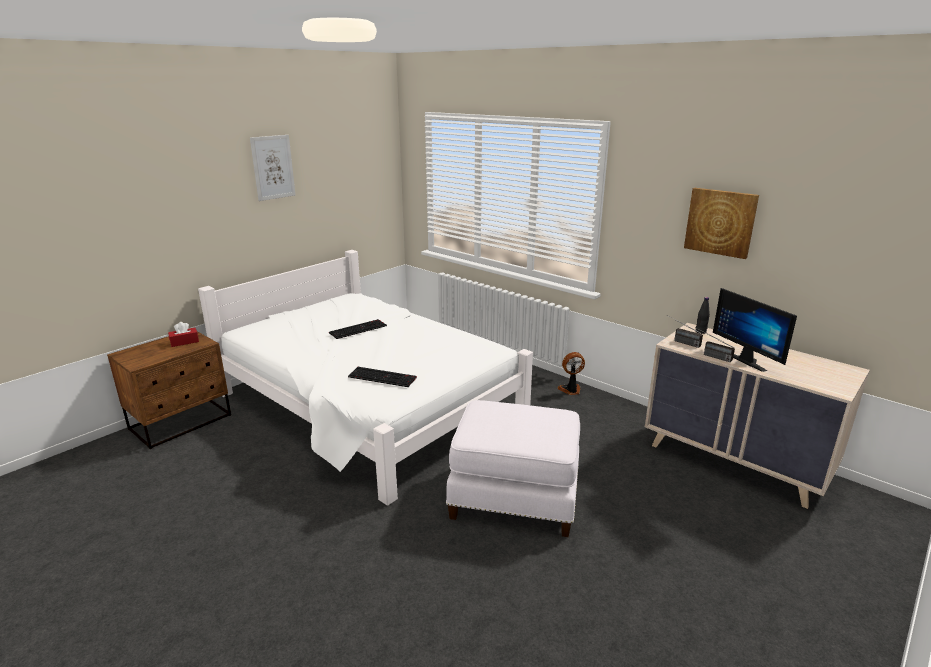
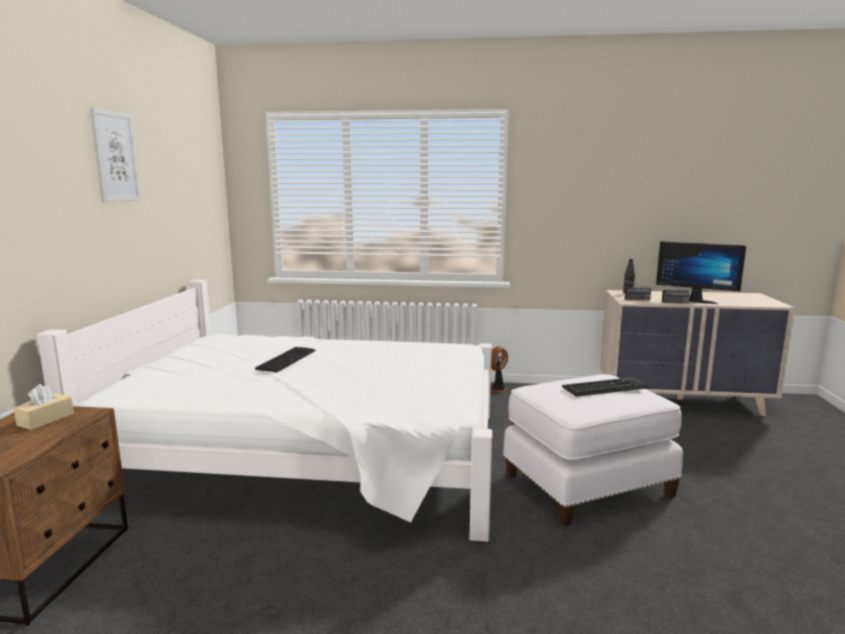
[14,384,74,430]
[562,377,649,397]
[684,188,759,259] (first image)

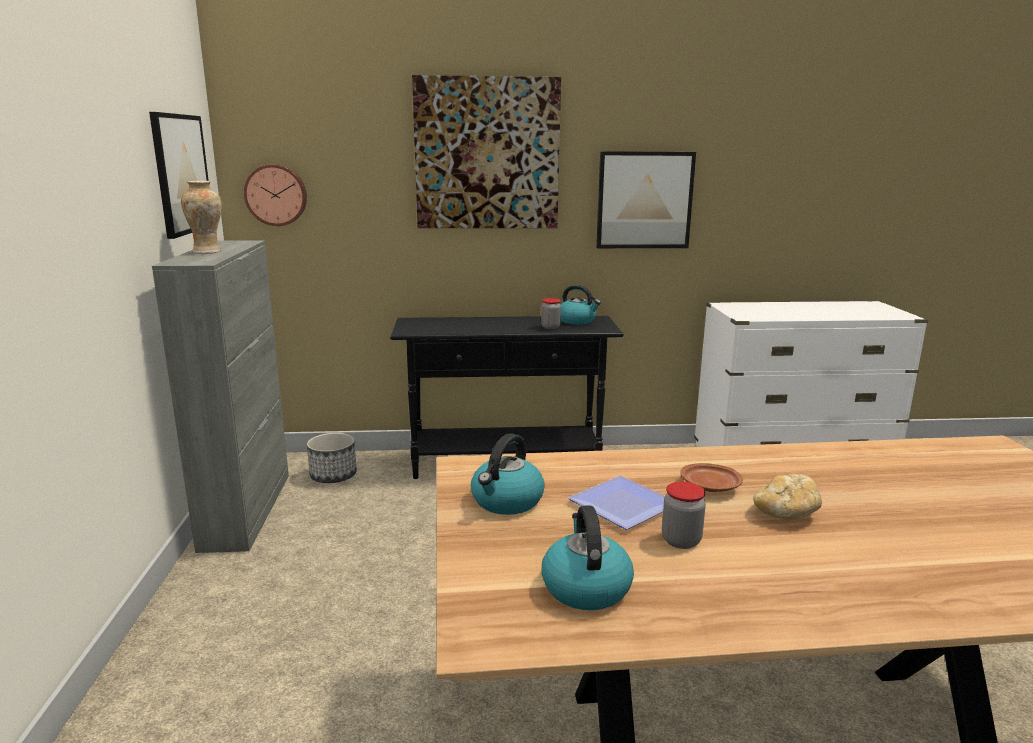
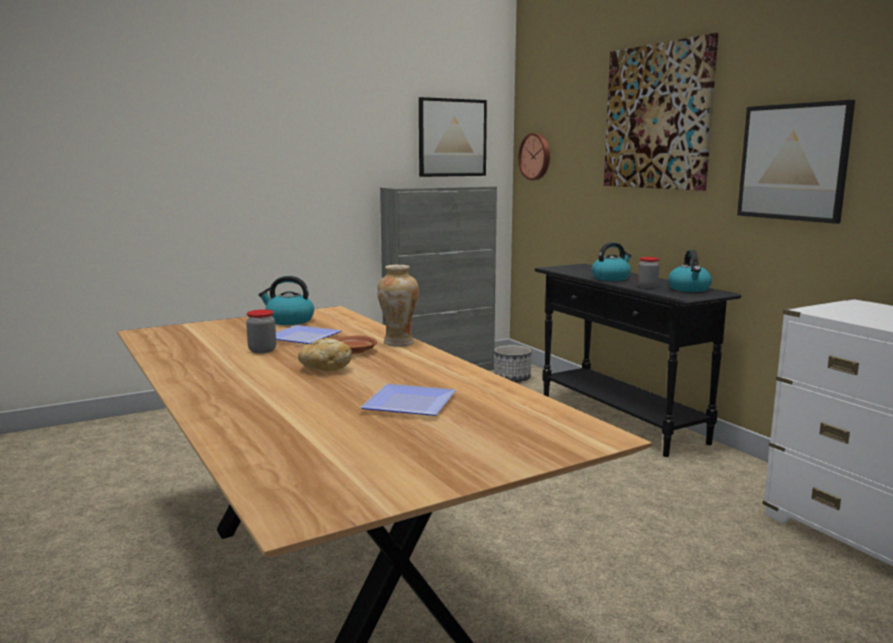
[377,265,419,346]
[592,242,631,281]
[360,384,456,416]

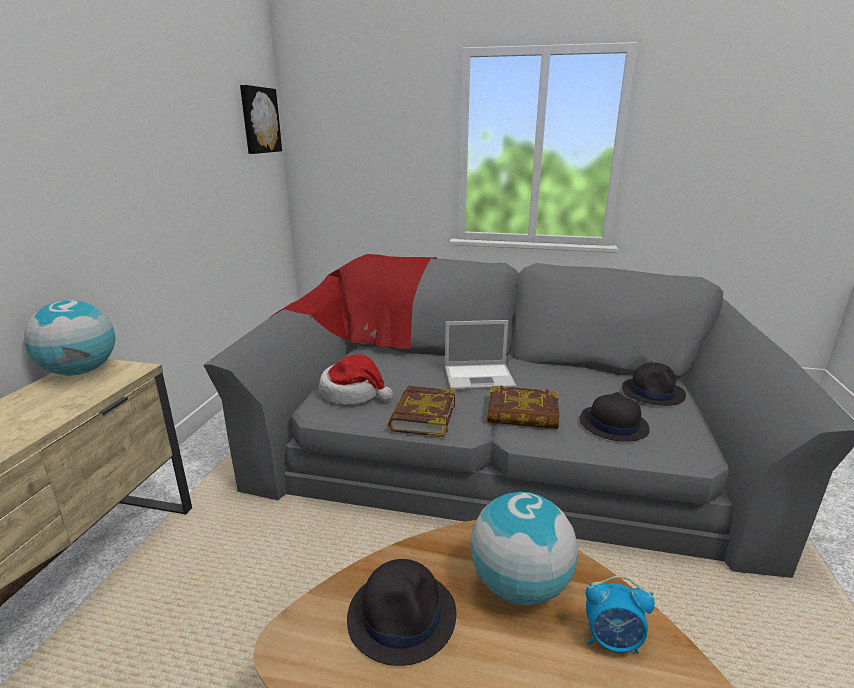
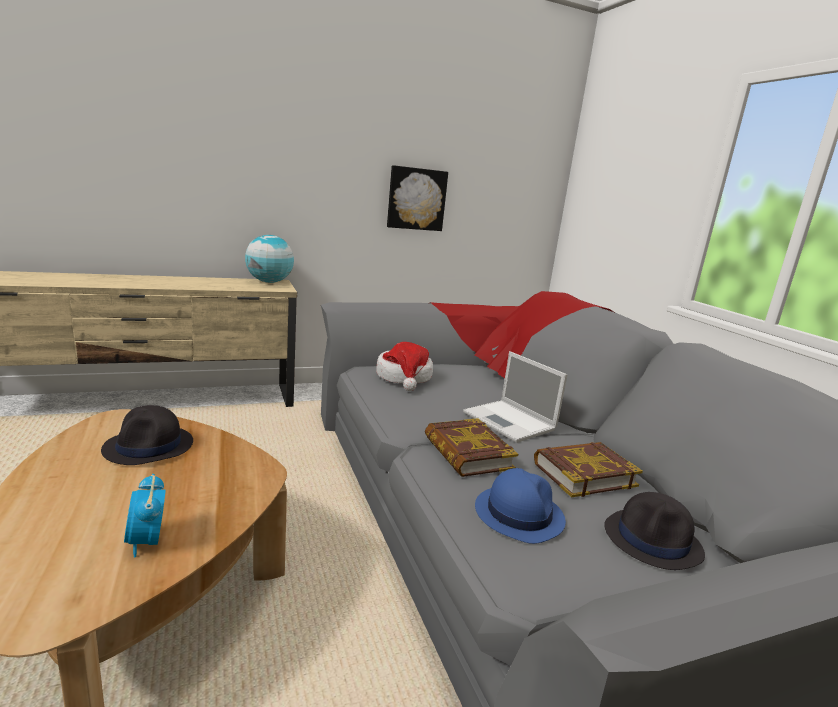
[387,165,448,231]
[534,442,643,497]
[471,492,578,606] (first image)
[475,468,566,544]

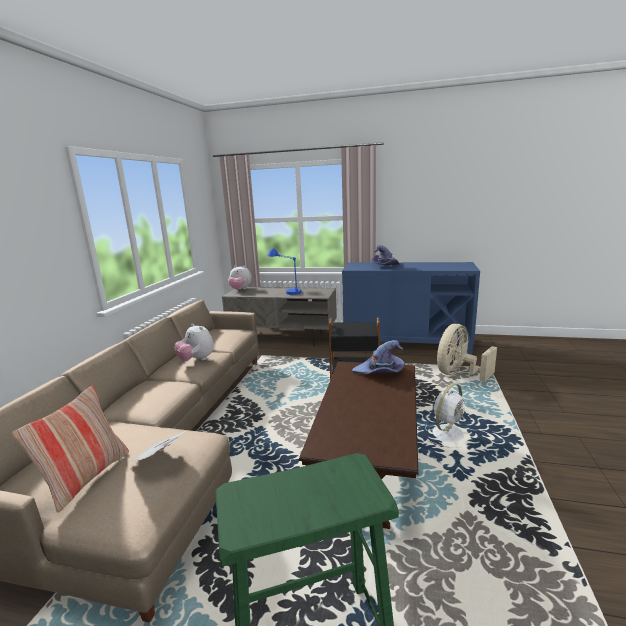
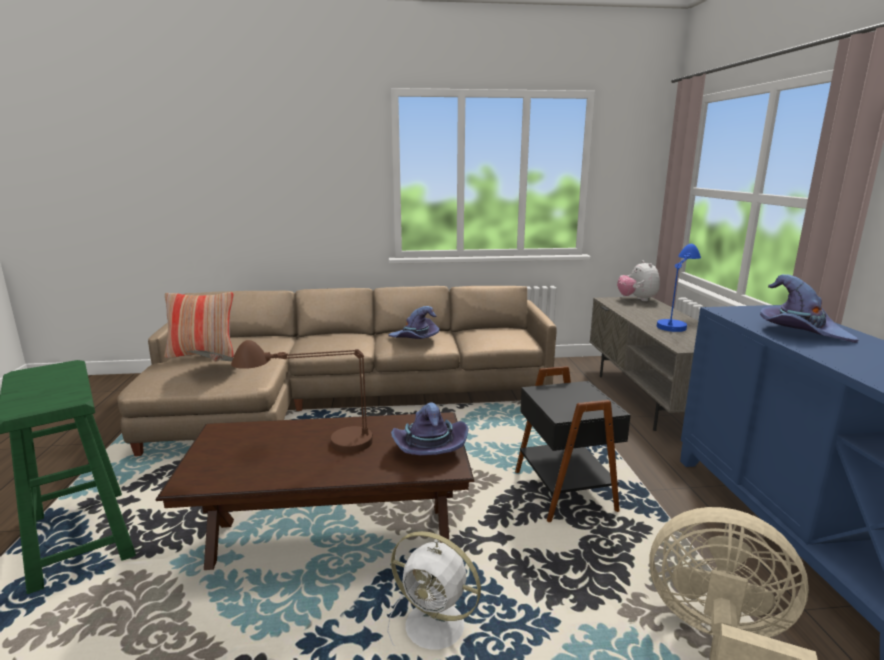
[388,306,440,339]
[231,340,373,453]

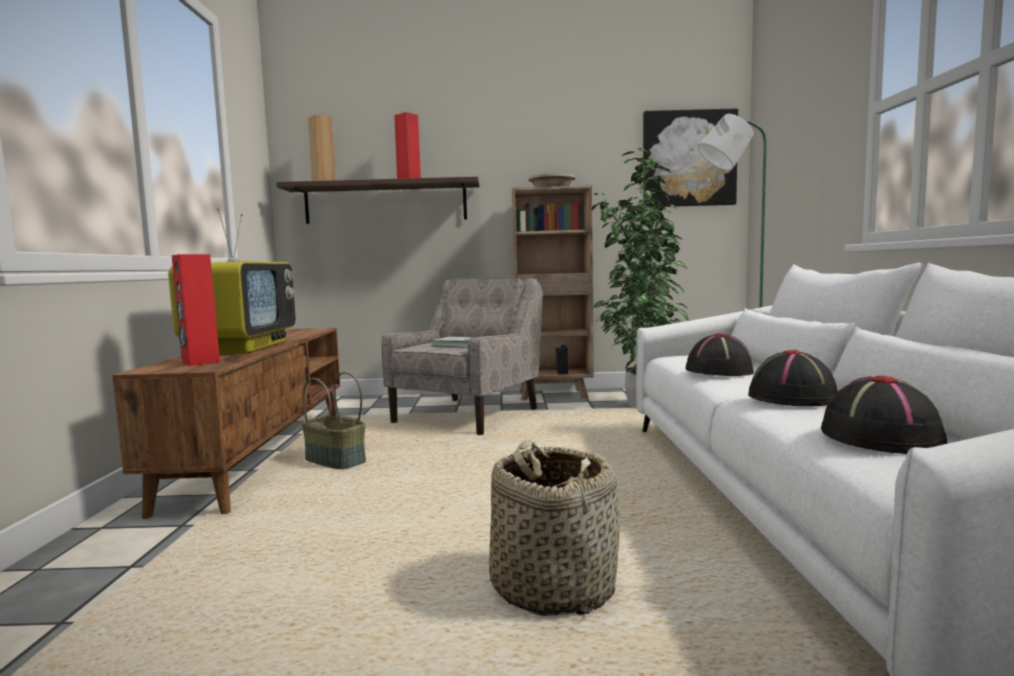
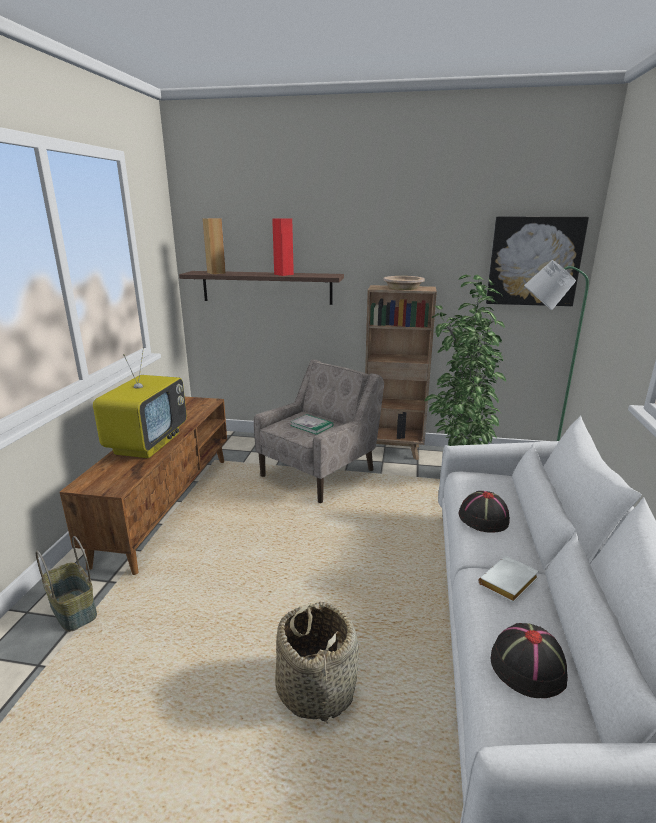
[172,254,220,366] (first image)
[36,536,97,632]
[479,556,539,602]

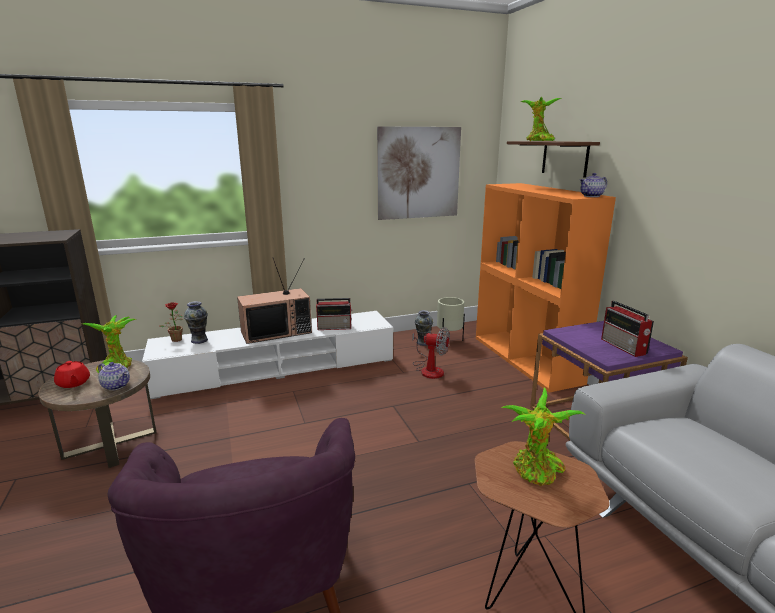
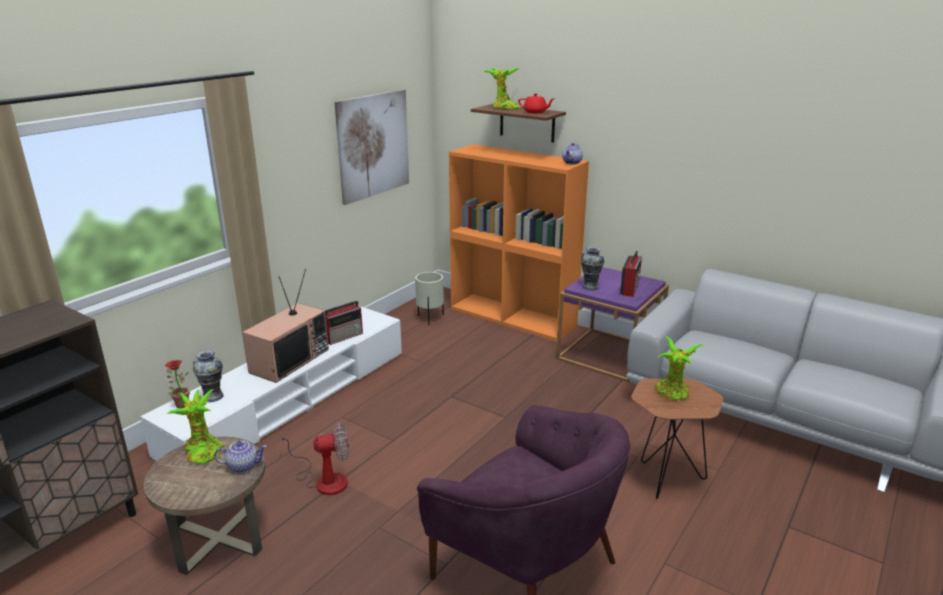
[518,93,555,114]
[280,422,349,495]
[580,247,604,290]
[620,251,642,297]

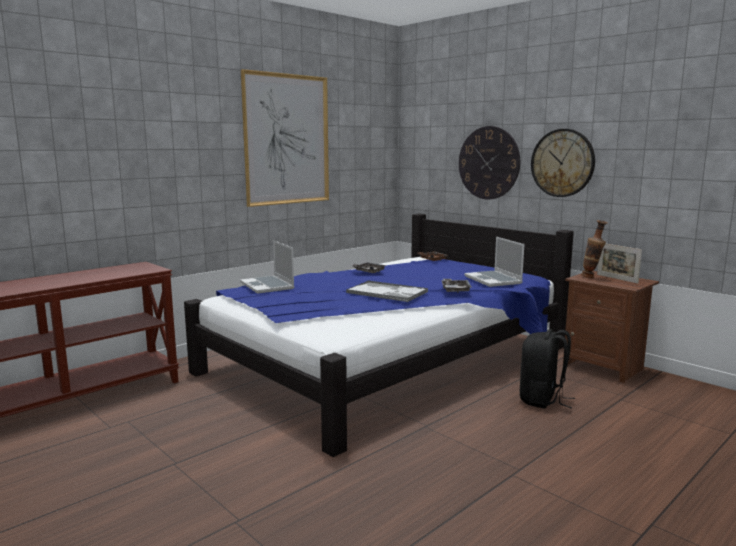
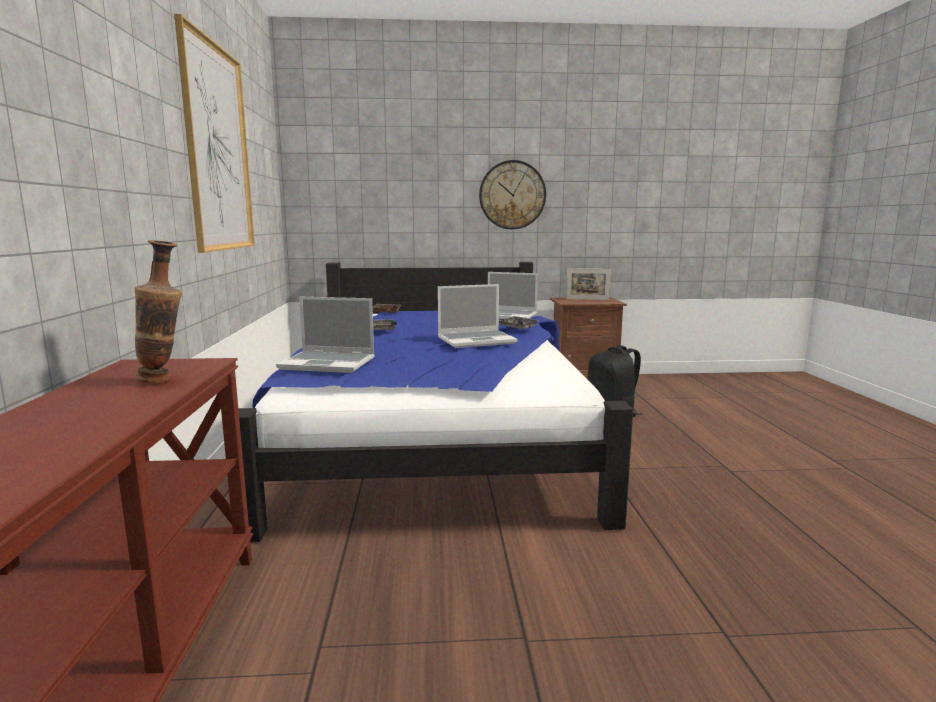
[438,284,517,348]
[459,126,520,200] (first image)
[134,240,182,384]

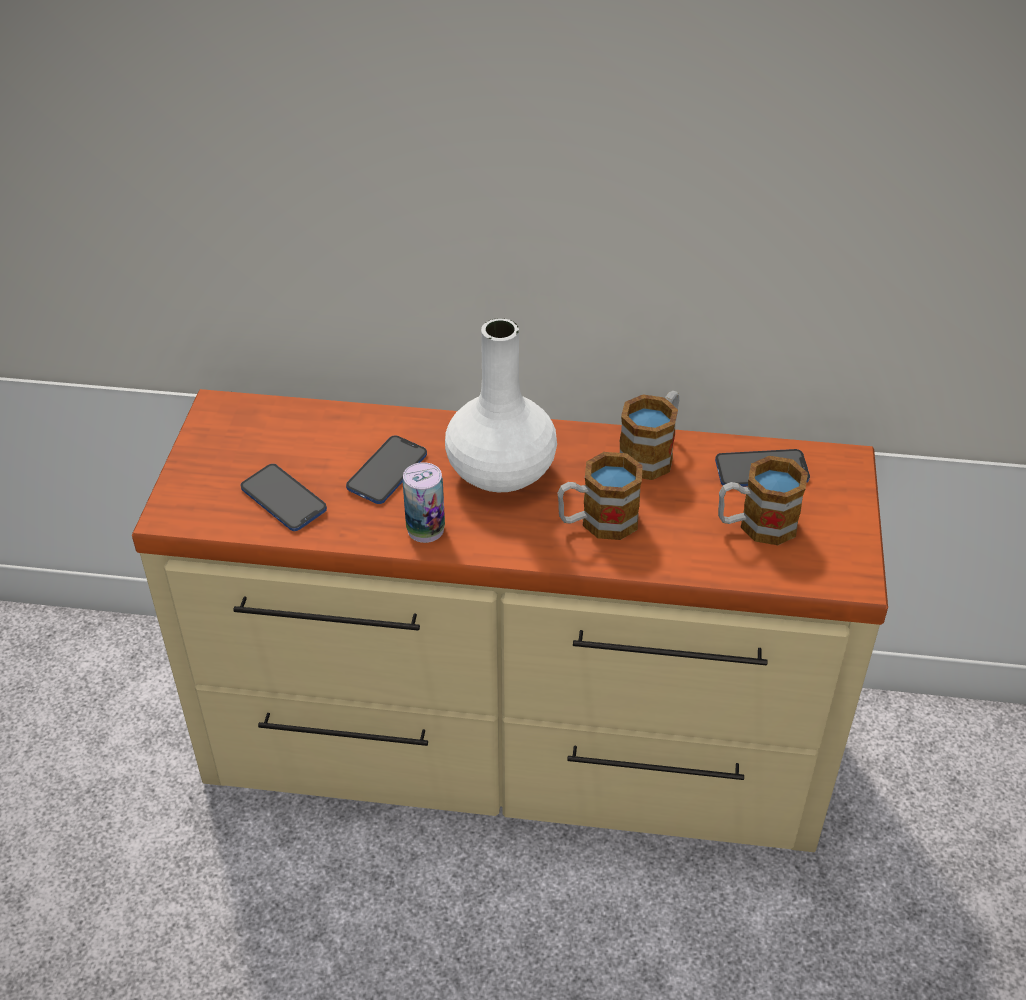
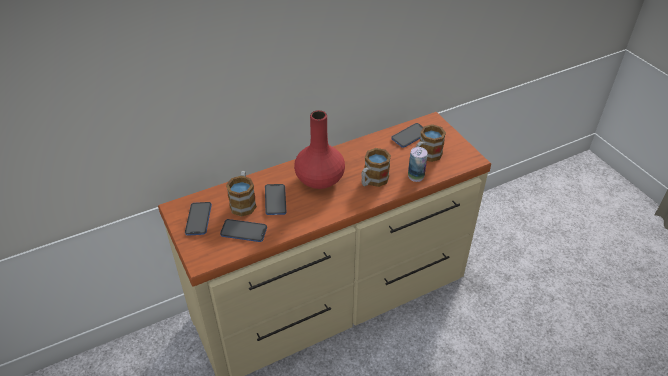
[408,147,428,182]
[294,110,345,189]
[226,171,257,217]
[185,202,212,236]

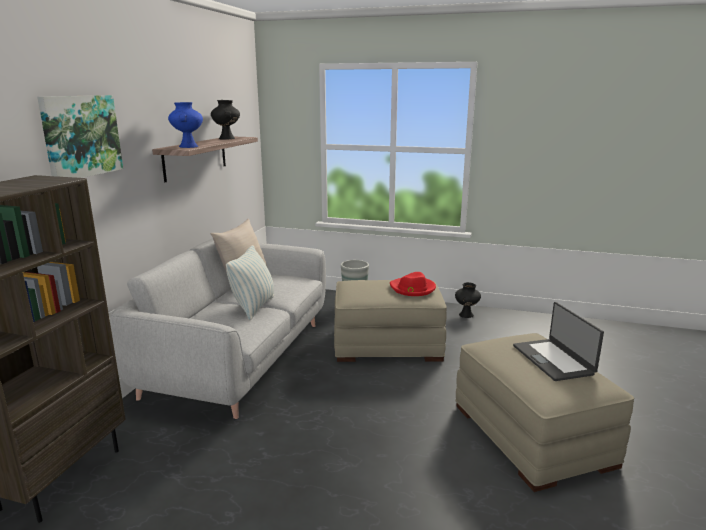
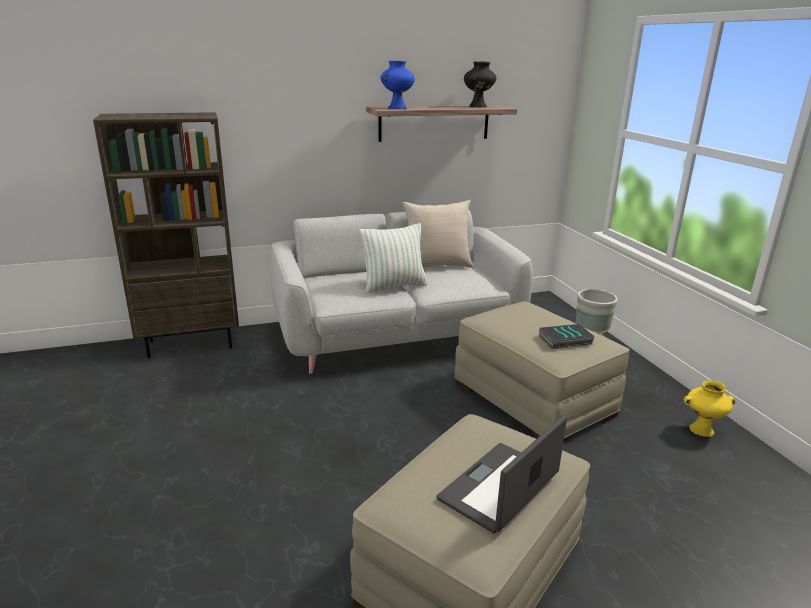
[37,95,123,178] (first image)
[539,324,595,349]
[684,380,736,437]

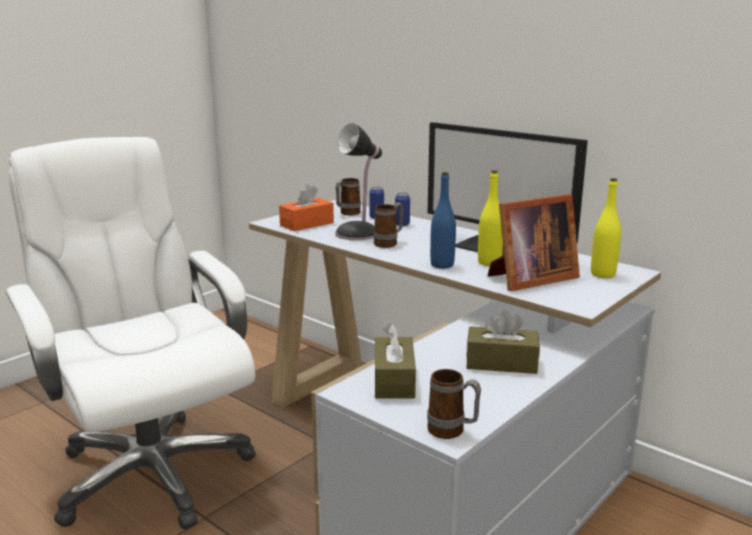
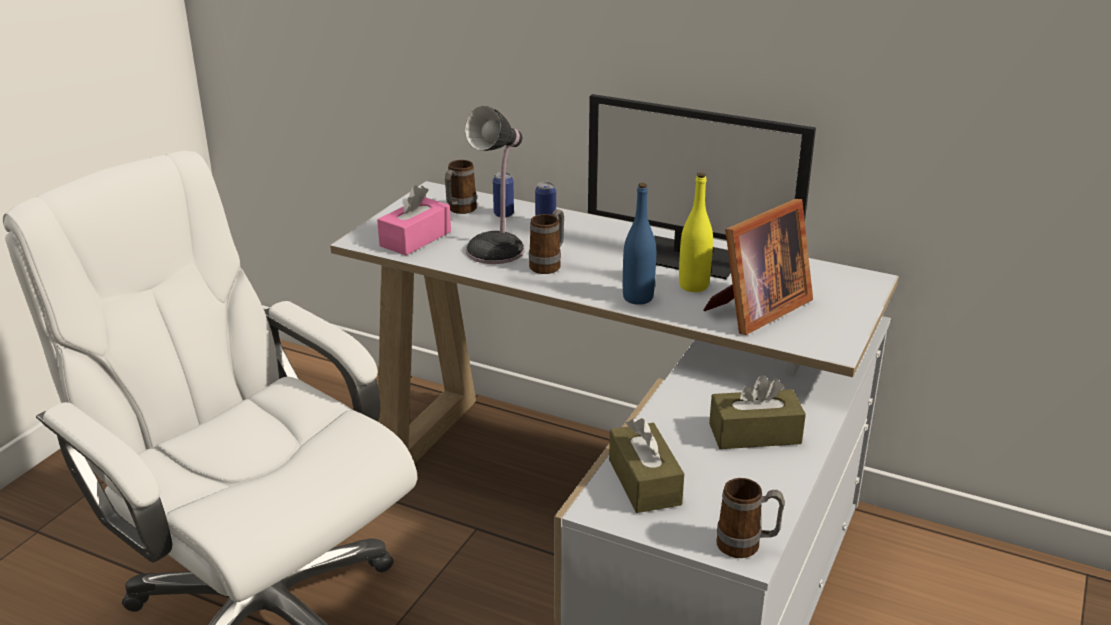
[377,185,451,255]
[591,178,621,278] (first image)

